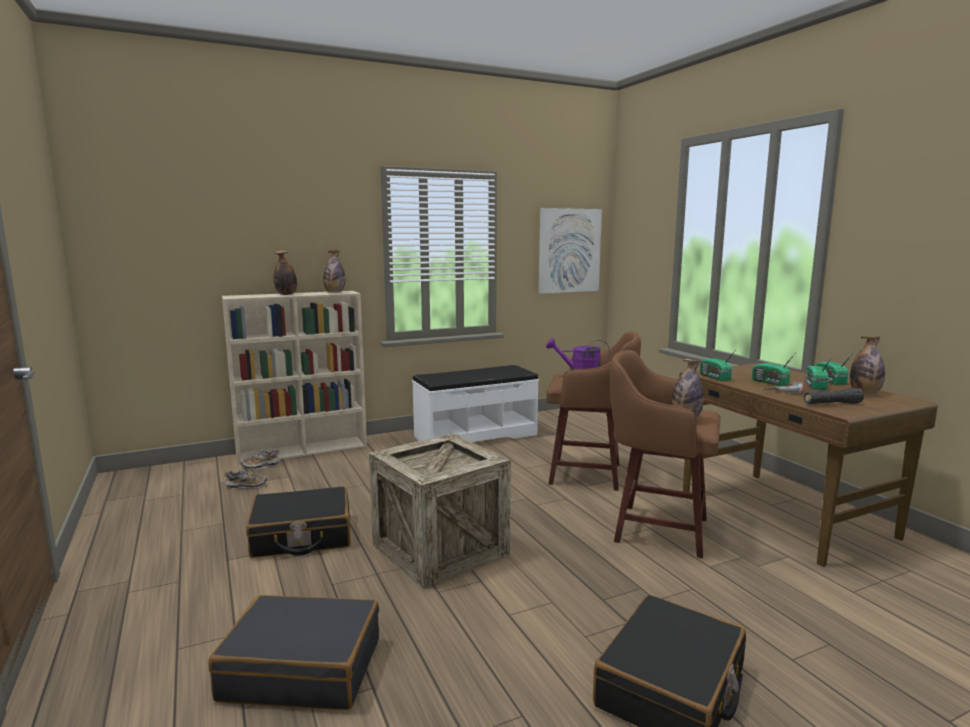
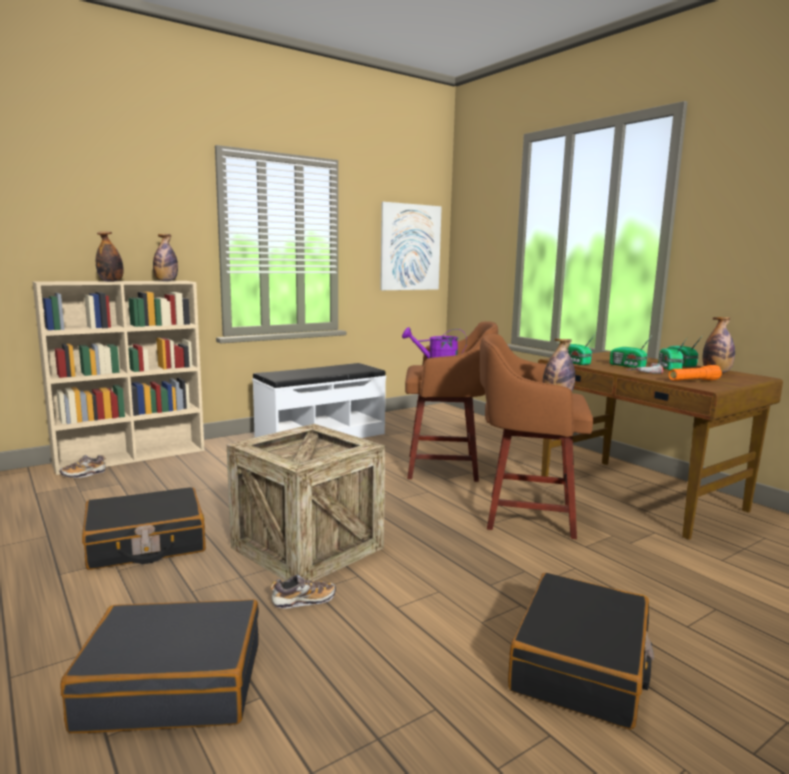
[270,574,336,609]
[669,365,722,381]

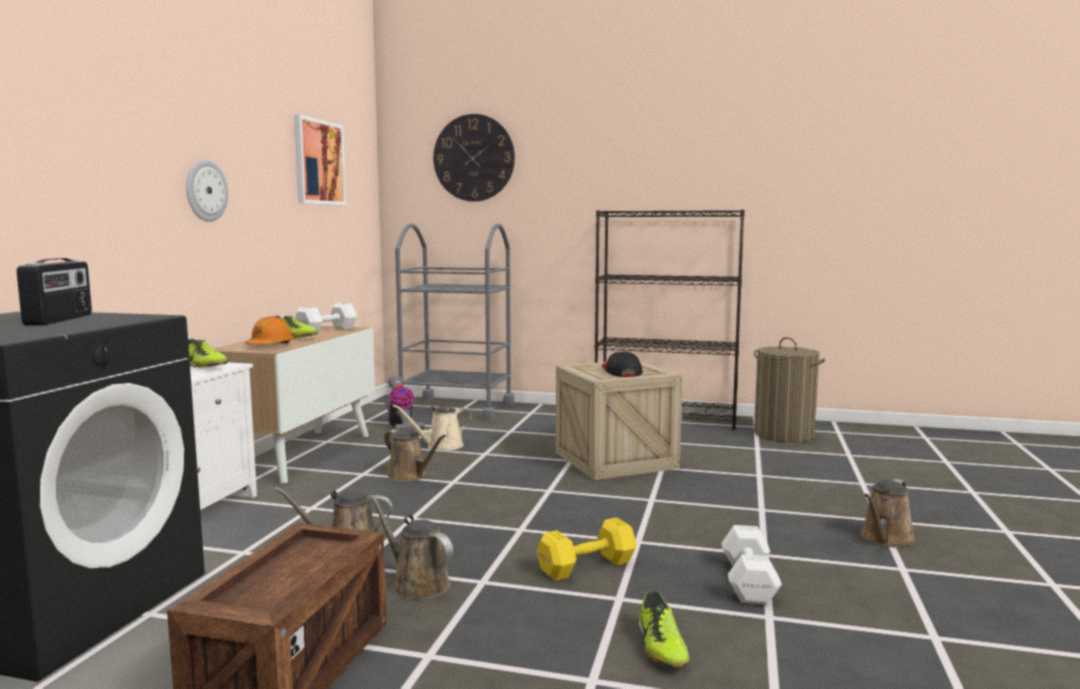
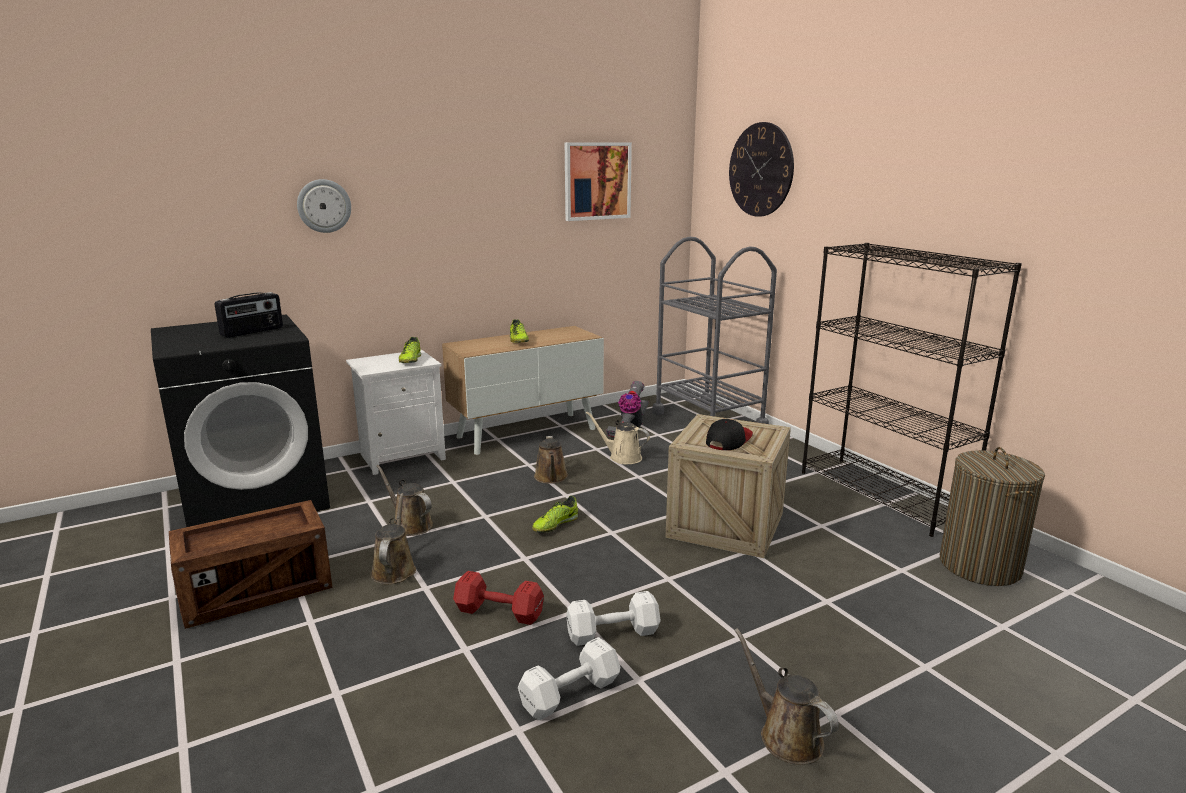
[297,179,351,233]
[245,316,294,345] (first image)
[566,591,661,646]
[453,571,544,625]
[532,496,578,533]
[734,628,839,765]

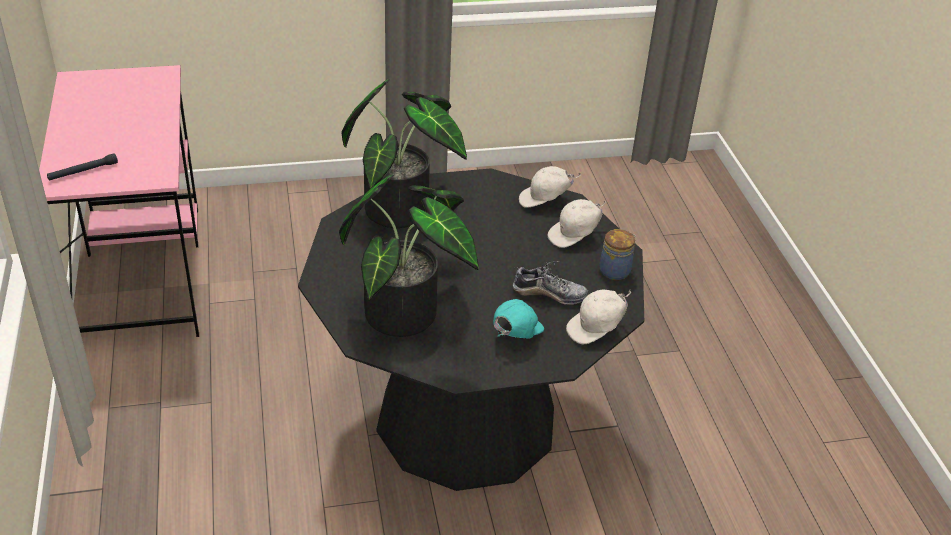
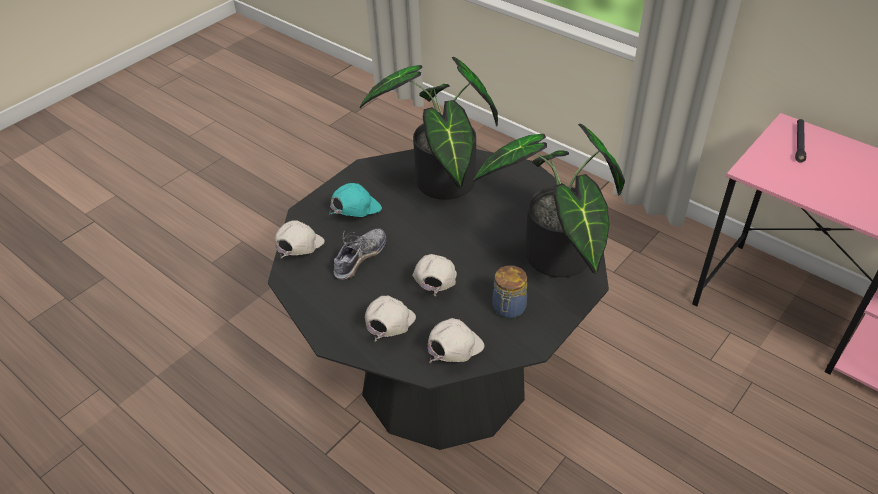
[330,183,382,217]
[334,228,386,280]
[492,265,527,318]
[412,254,457,296]

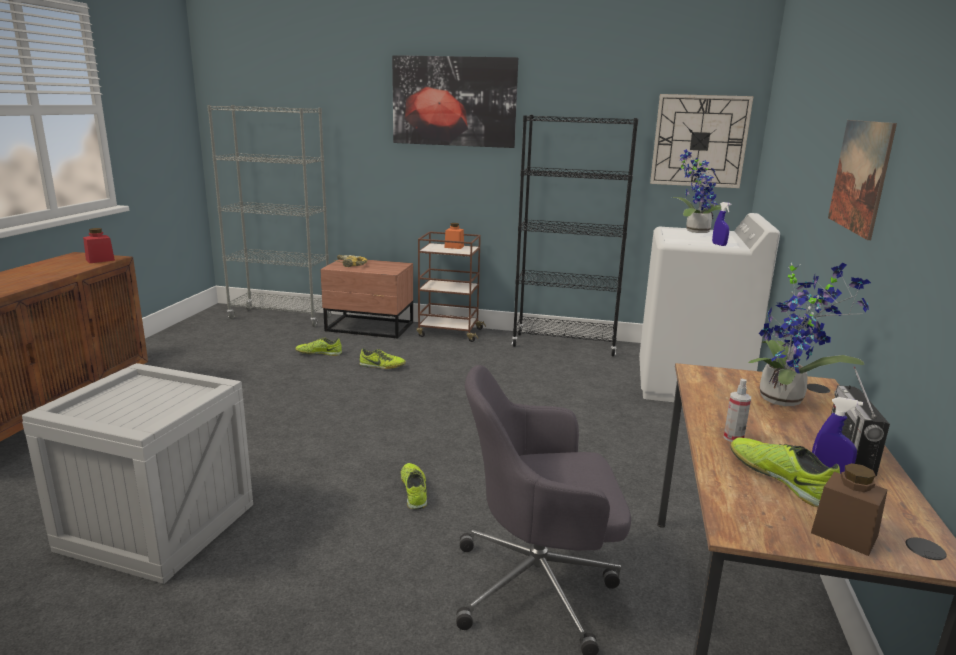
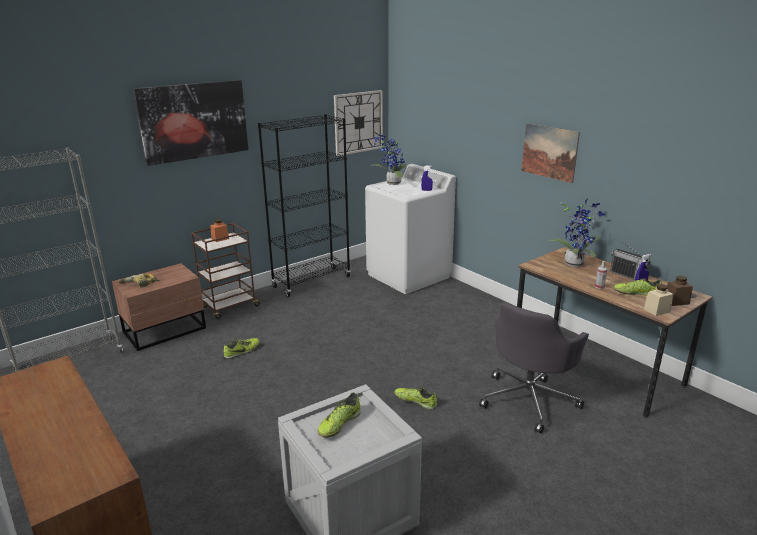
[83,228,115,263] (first image)
[318,392,361,438]
[644,284,673,316]

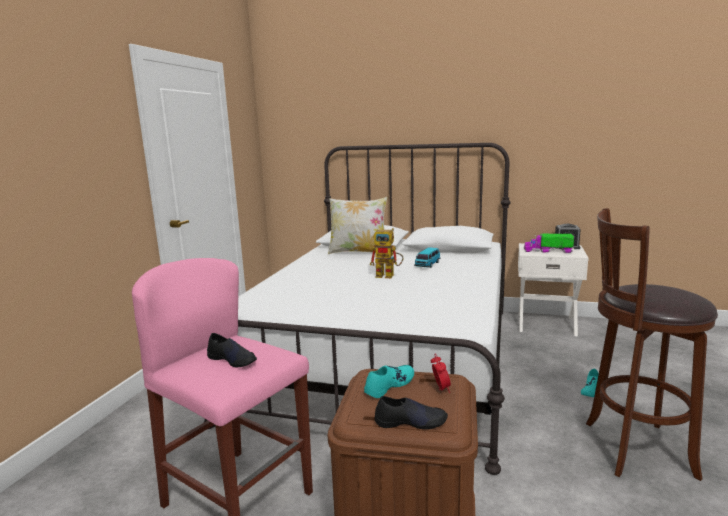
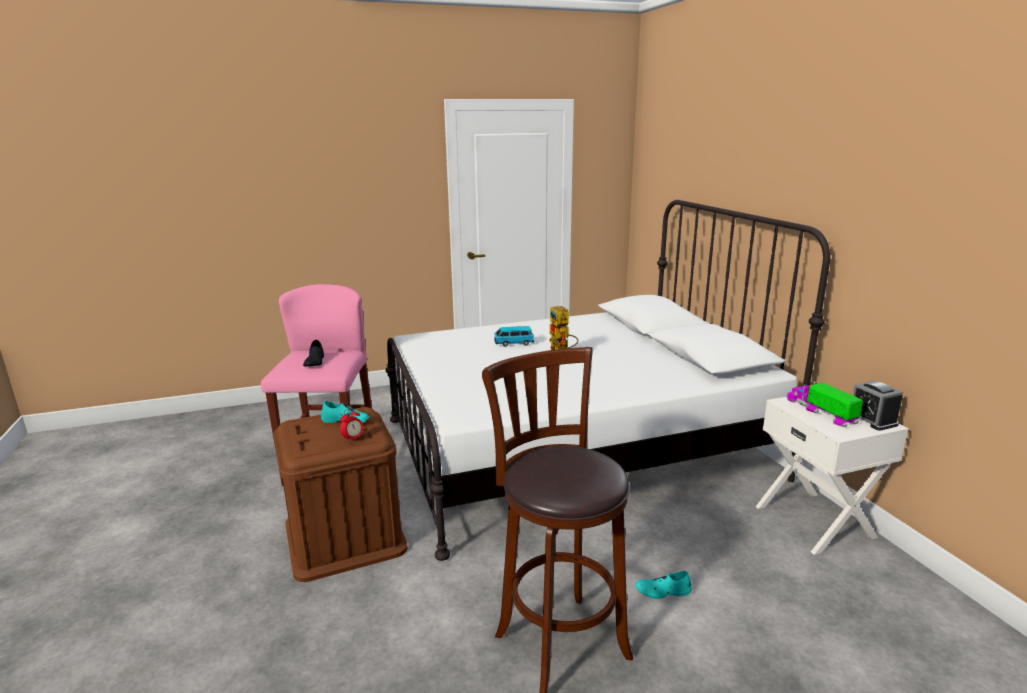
[328,197,388,254] (first image)
[375,396,448,430] (first image)
[494,326,534,347]

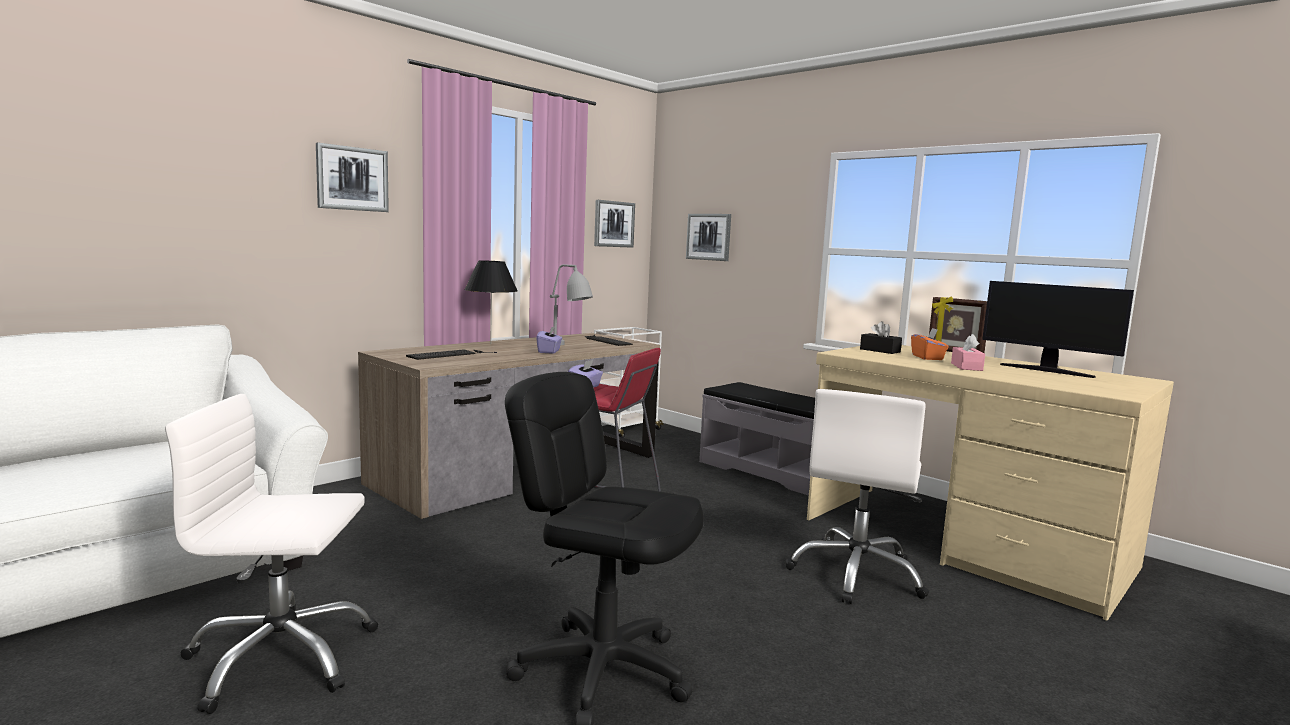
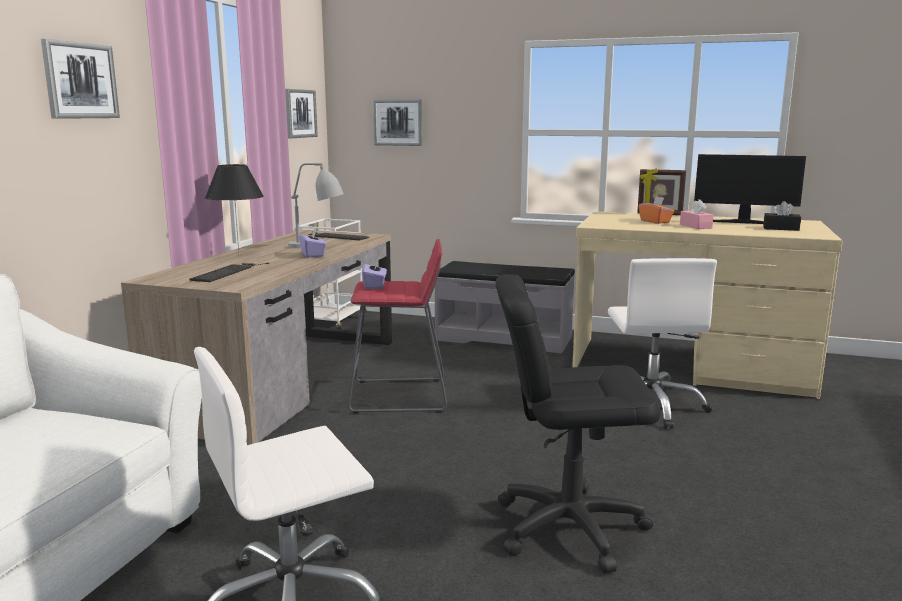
[763,201,801,231]

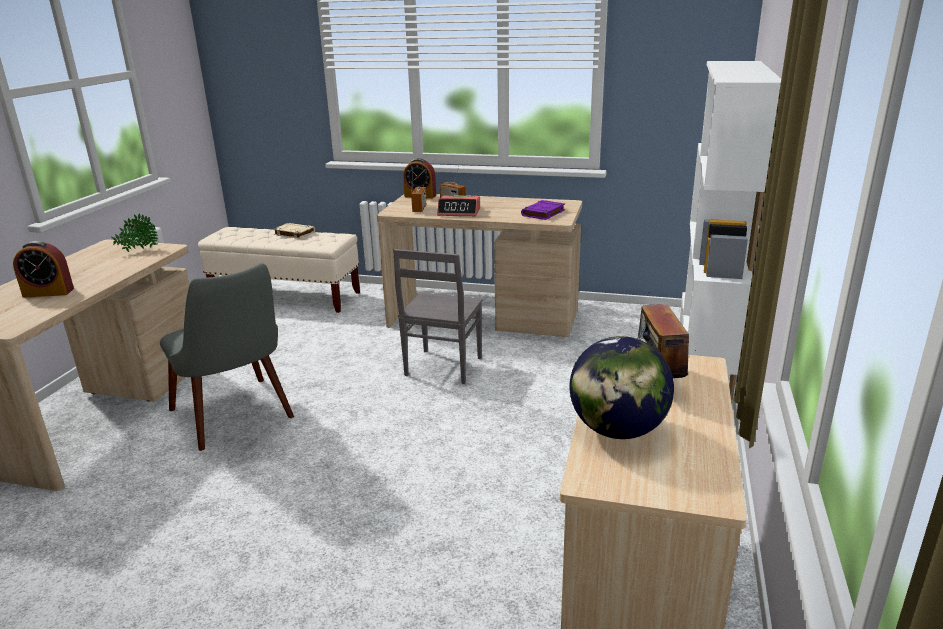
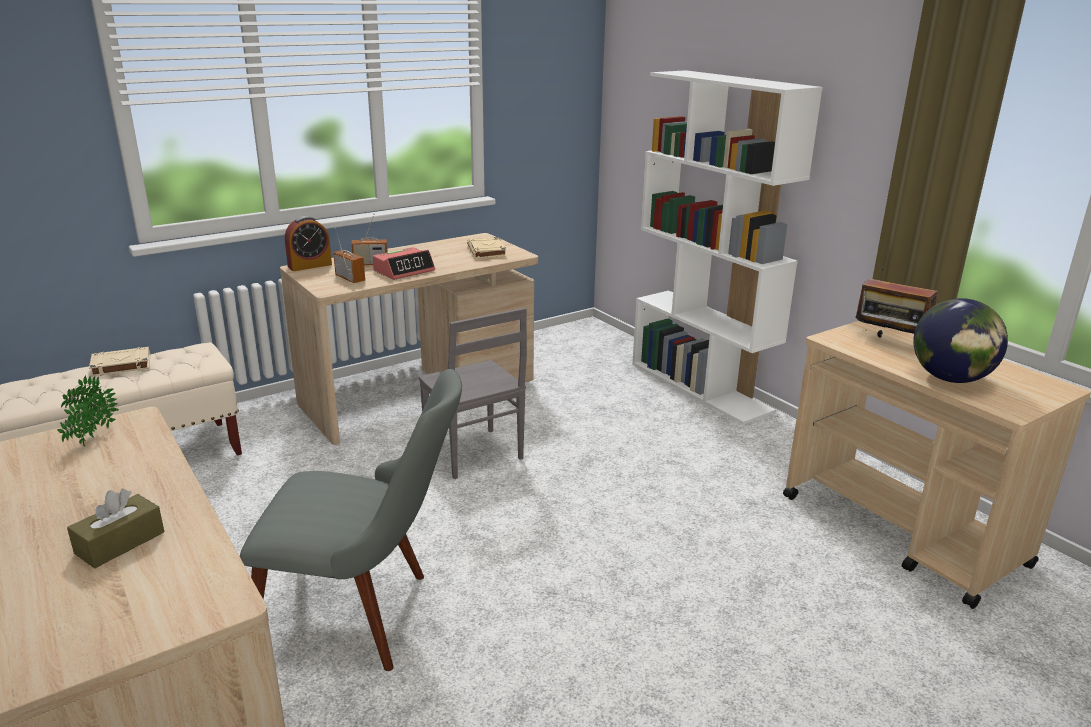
[67,489,164,568]
[467,237,506,259]

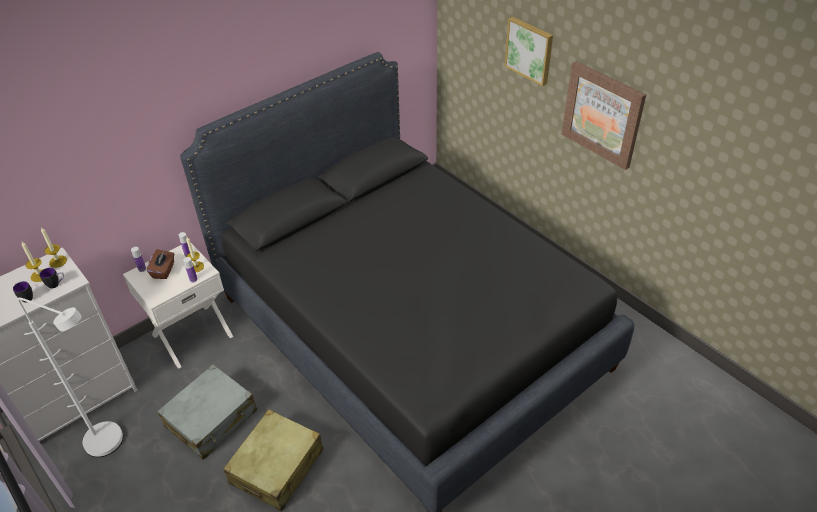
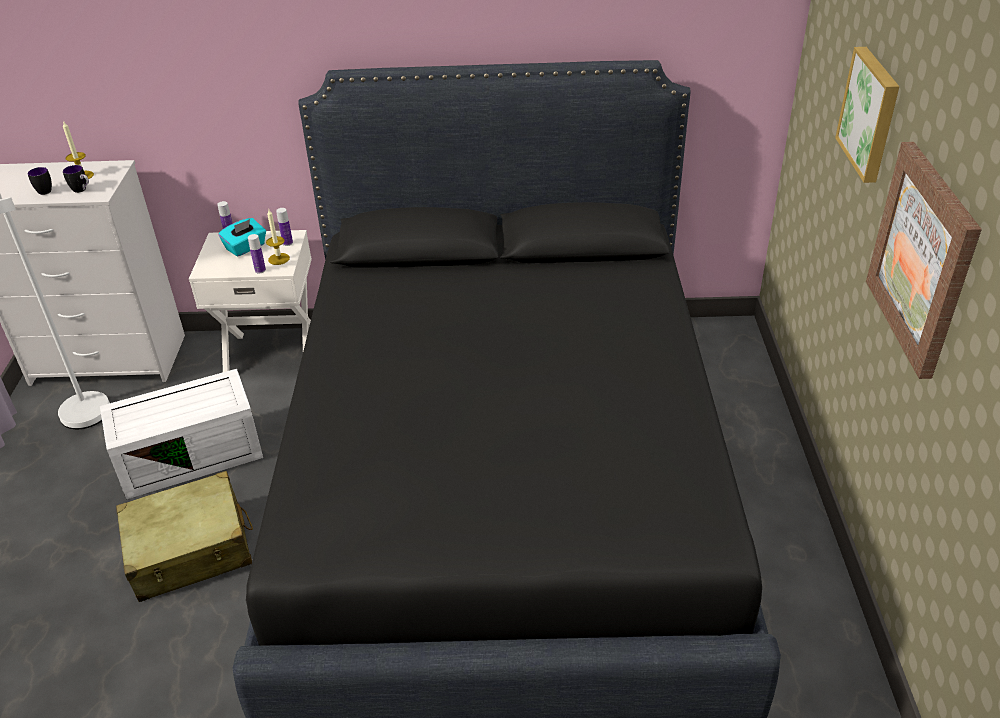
[41,227,67,268] (first image)
[218,218,266,257]
[100,369,263,499]

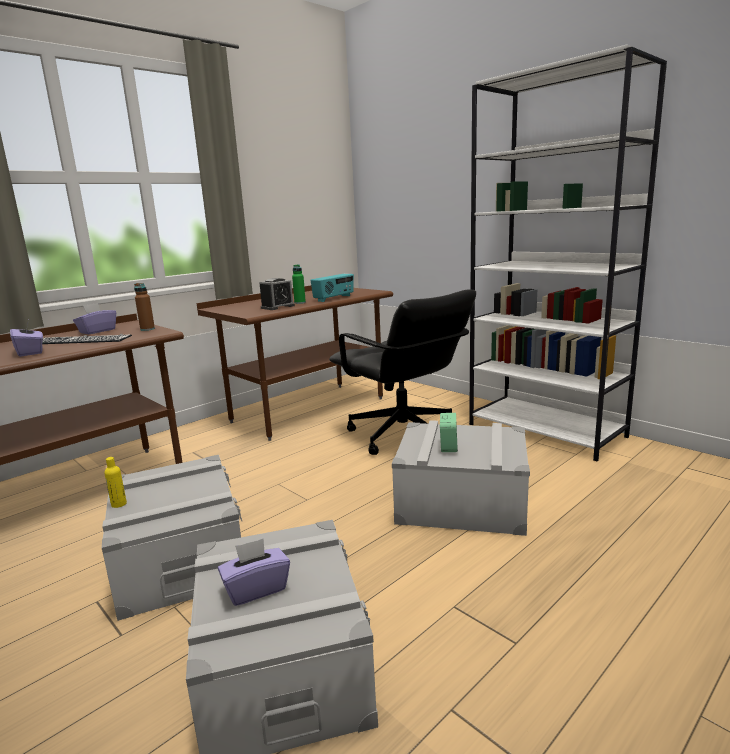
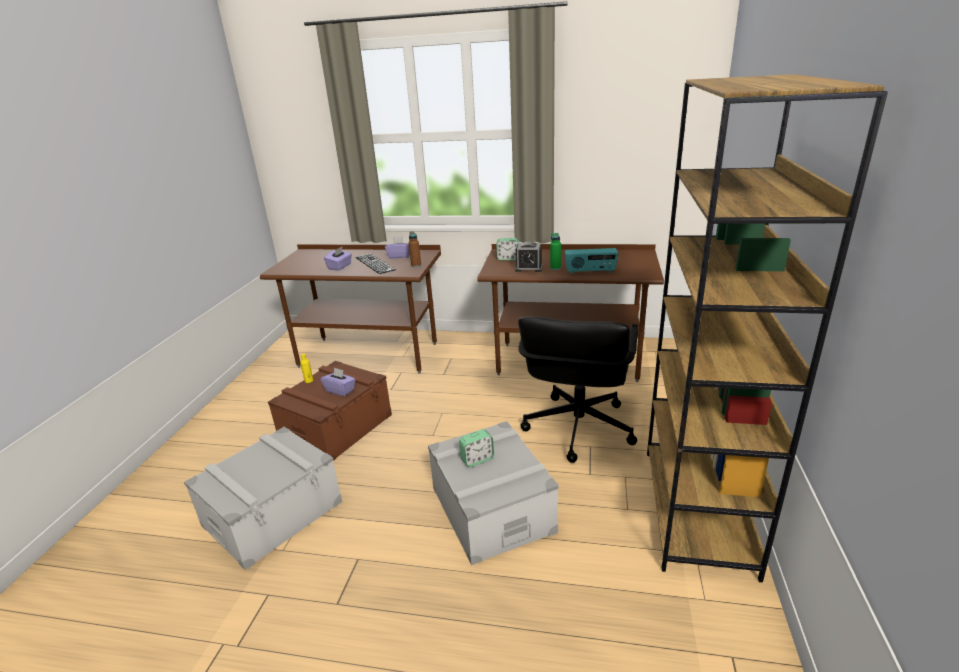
[268,361,392,460]
[320,367,356,396]
[647,74,888,583]
[496,238,519,260]

